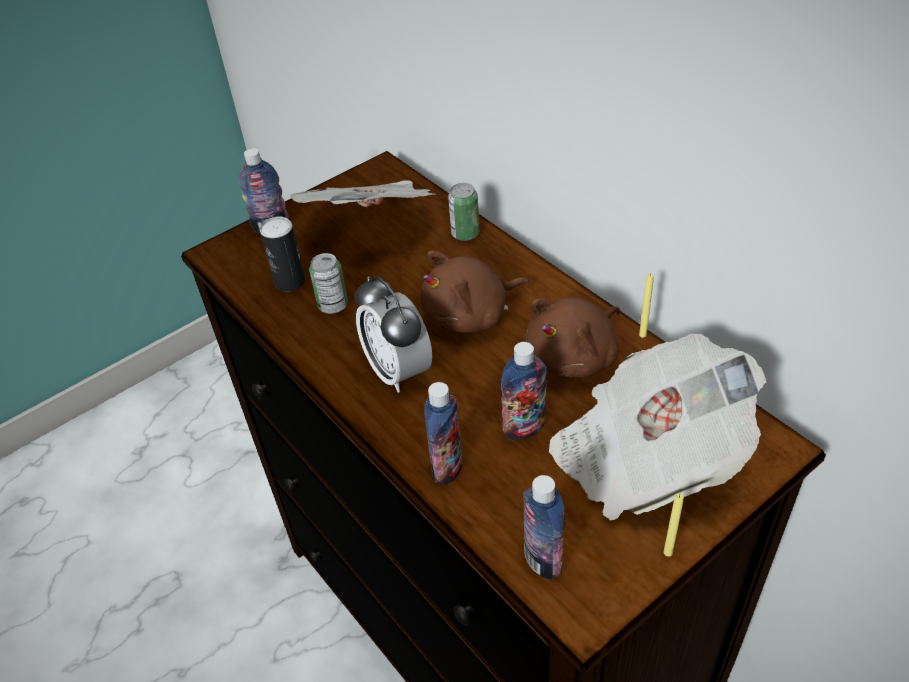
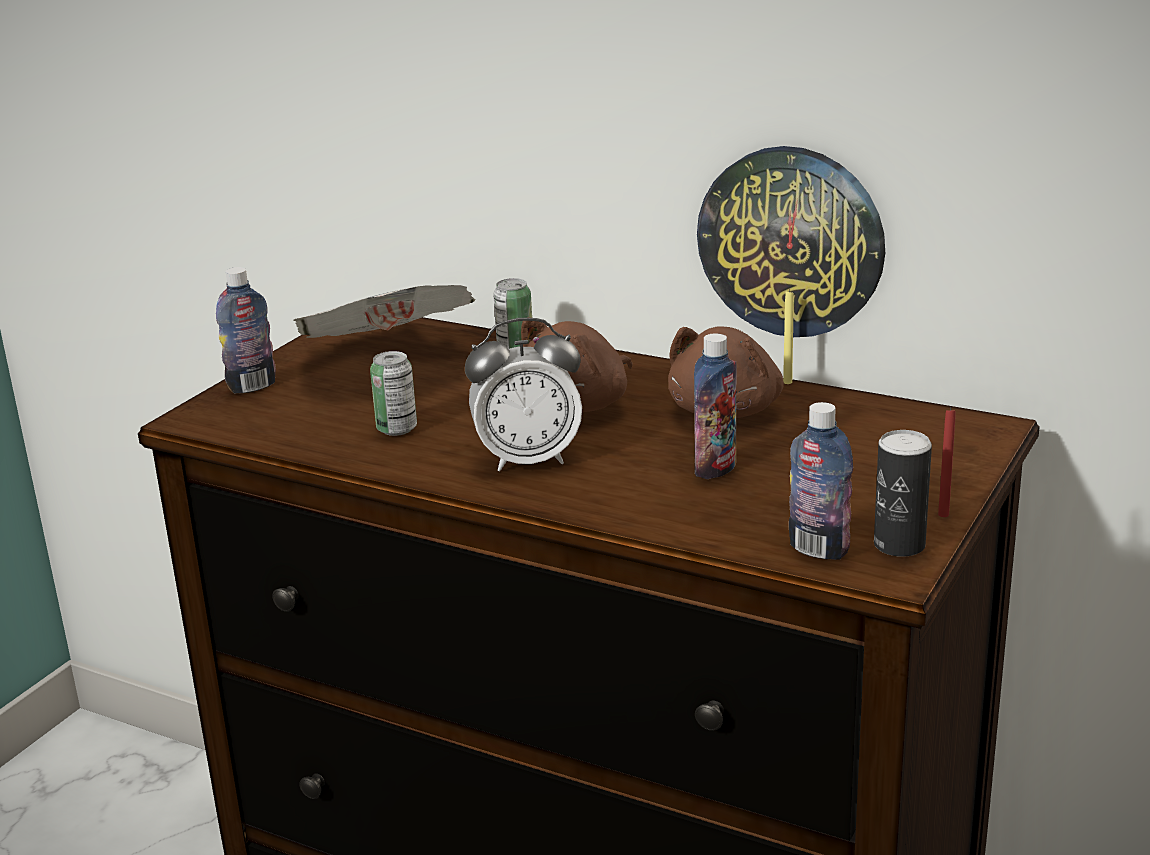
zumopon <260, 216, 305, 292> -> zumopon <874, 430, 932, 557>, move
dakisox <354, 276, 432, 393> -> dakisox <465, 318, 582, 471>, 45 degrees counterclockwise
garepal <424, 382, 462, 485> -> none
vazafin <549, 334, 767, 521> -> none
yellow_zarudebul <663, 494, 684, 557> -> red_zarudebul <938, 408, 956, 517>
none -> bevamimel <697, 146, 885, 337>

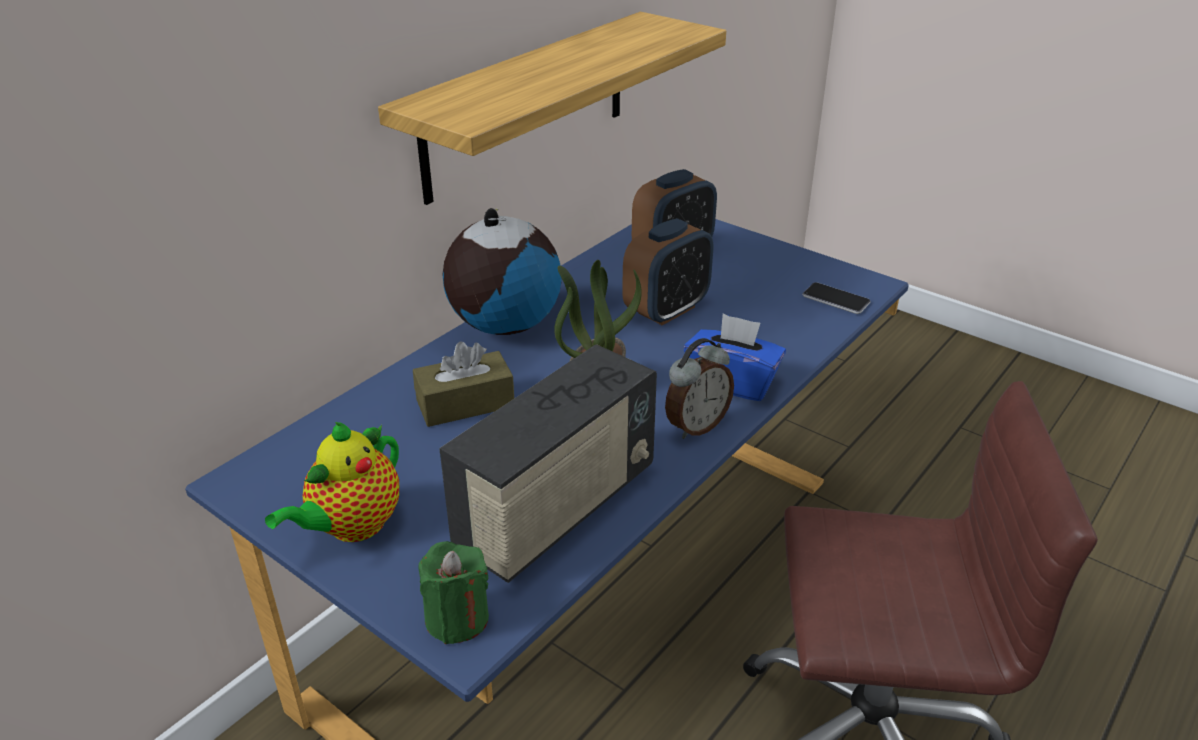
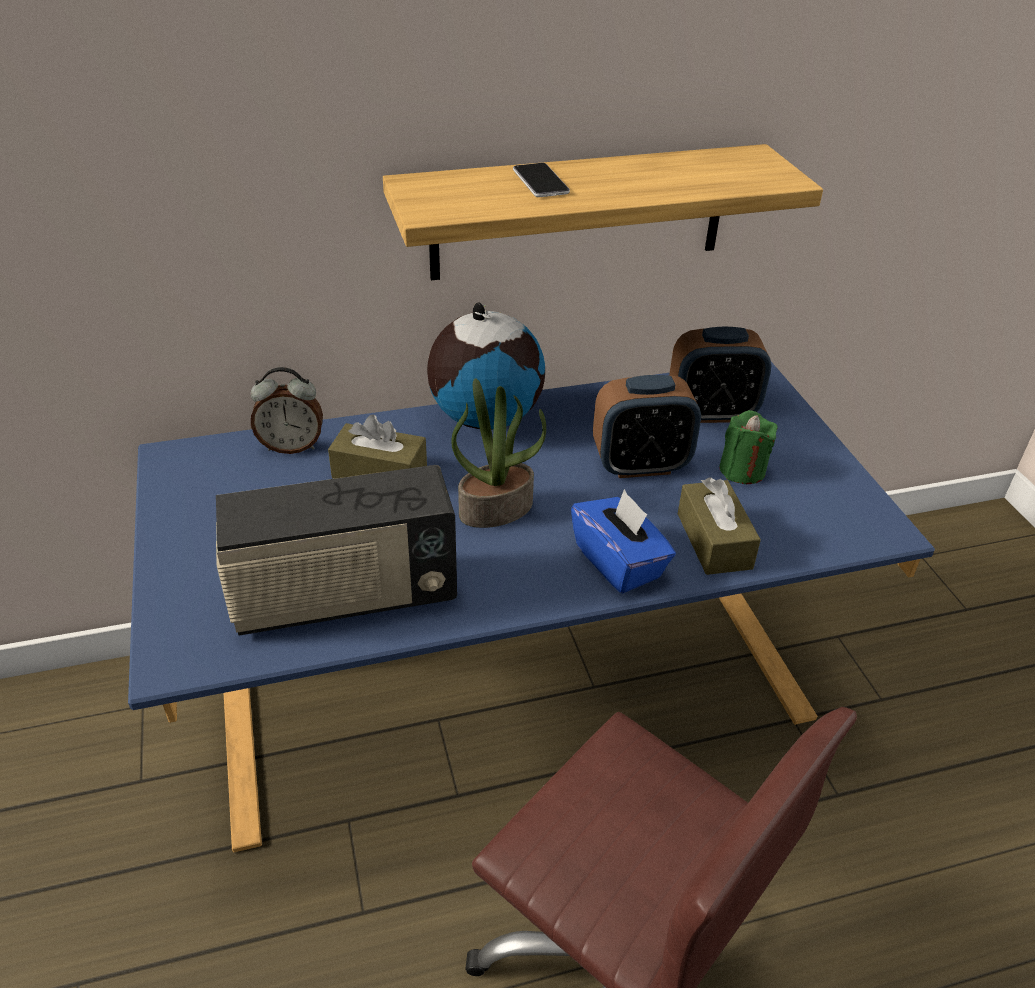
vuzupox <265, 422, 399, 542> -> none
green_zarudebul <418, 541, 489, 644> -> green_zarudebul <719, 410, 778, 484>, move
dakisox <665, 338, 734, 439> -> dakisox <251, 367, 323, 454>, move
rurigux <802, 282, 871, 314> -> rurigux <513, 163, 570, 197>, move
none -> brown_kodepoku <678, 478, 761, 575>

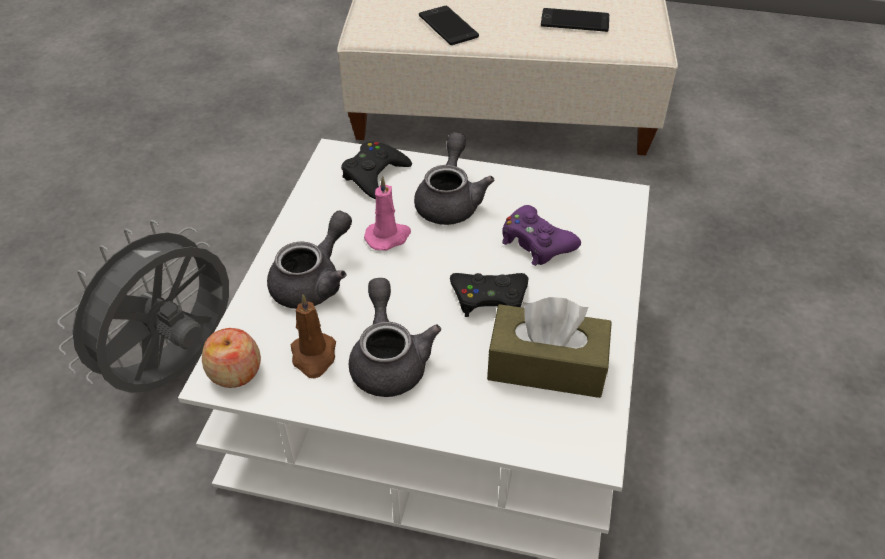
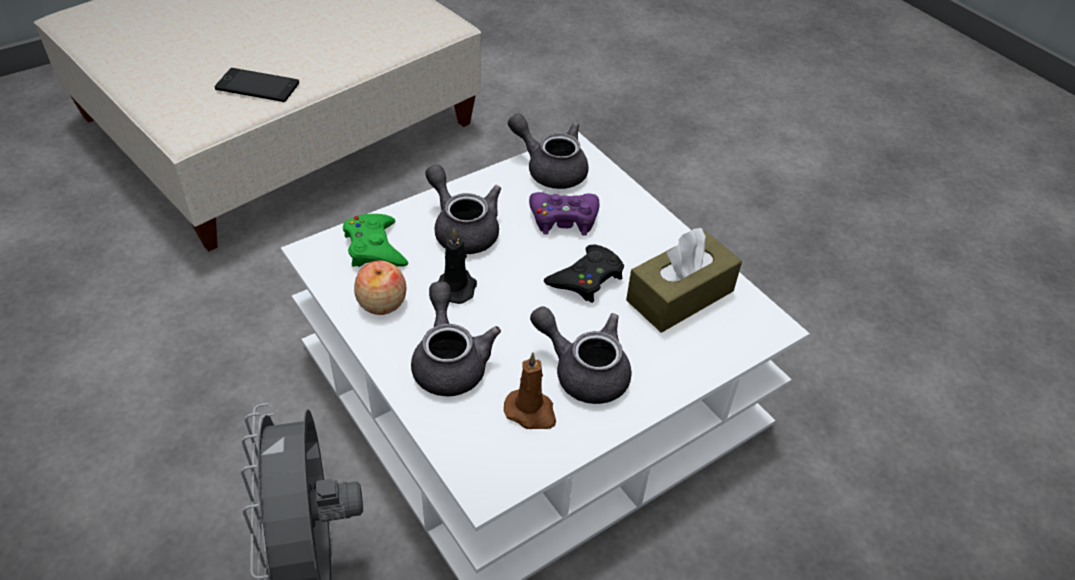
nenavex <202, 328, 261, 388> -> nenavex <354, 261, 406, 315>, move
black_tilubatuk <341, 142, 412, 199> -> green_tilubatuk <343, 214, 408, 267>
pink_zarudebul <364, 176, 411, 251> -> black_zarudebul <438, 229, 477, 304>
rurigux <541, 8, 609, 32> -> none
none -> grey_vuzupox <508, 114, 589, 189>

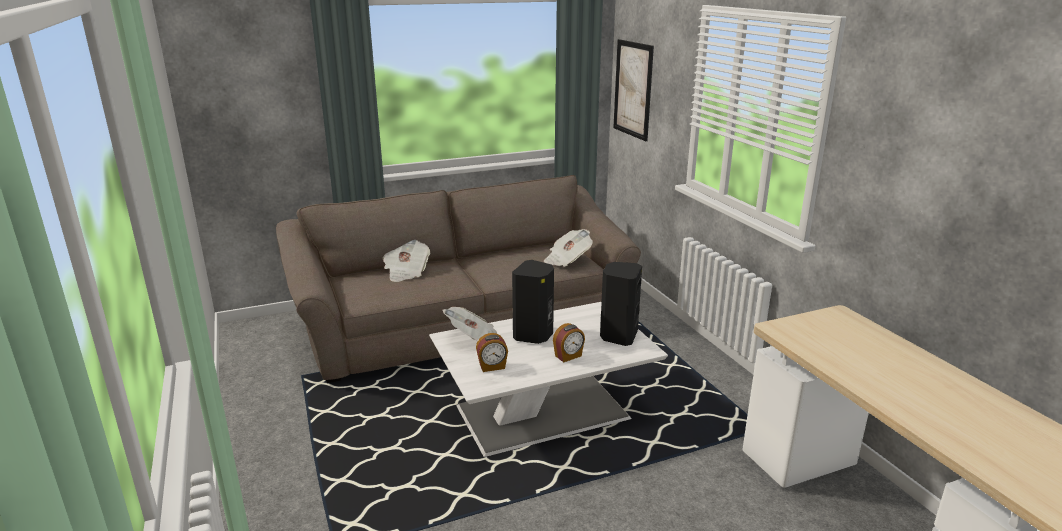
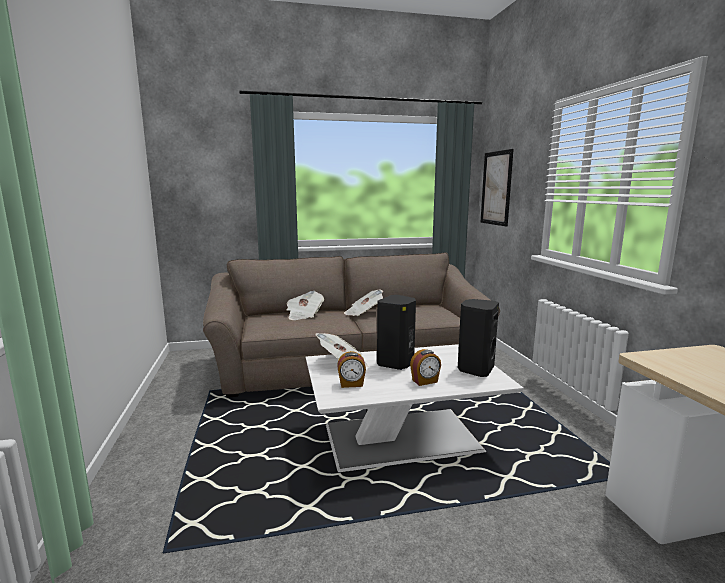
vazafin <544, 229, 593, 267> -> vazafin <344, 290, 383, 316>, move

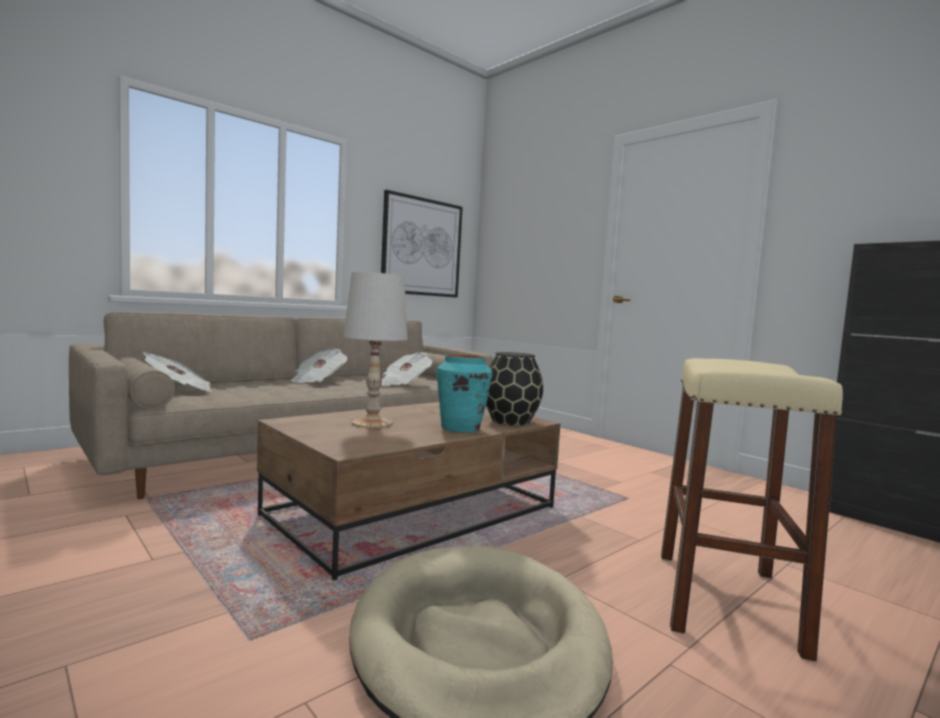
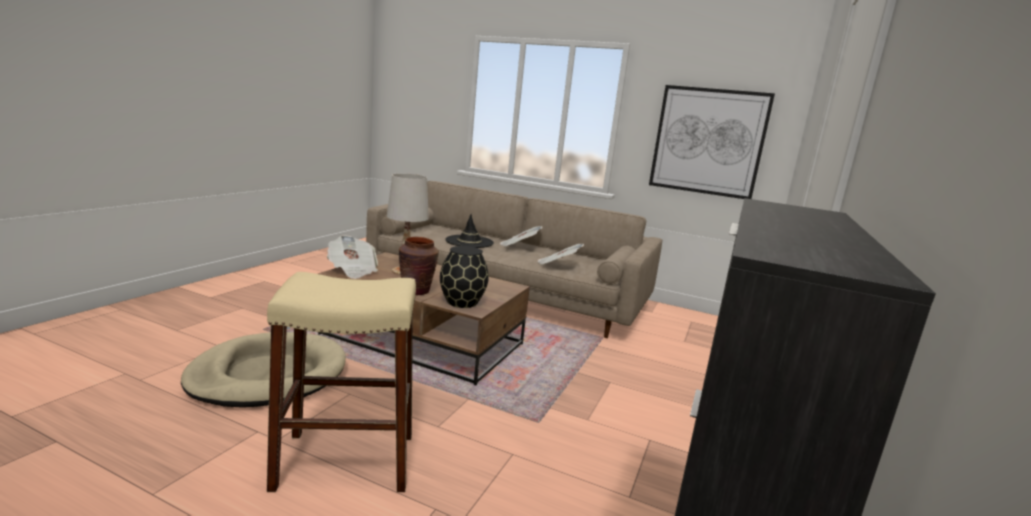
vazafin <142, 352, 212, 392> -> vazafin <327, 235, 378, 279>, move
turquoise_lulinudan <436, 354, 492, 433> -> brown_lulinudan <399, 237, 439, 295>
none -> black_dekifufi <445, 214, 494, 248>

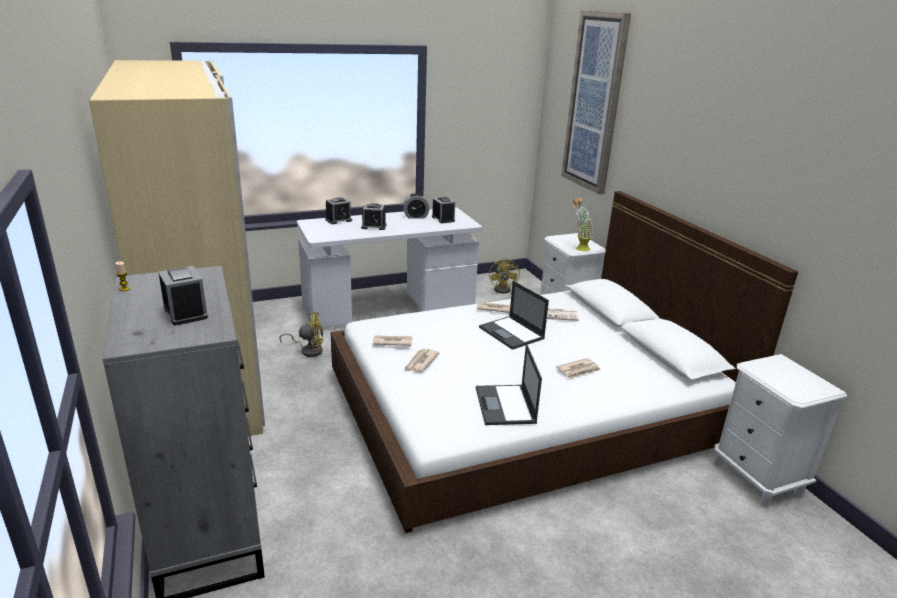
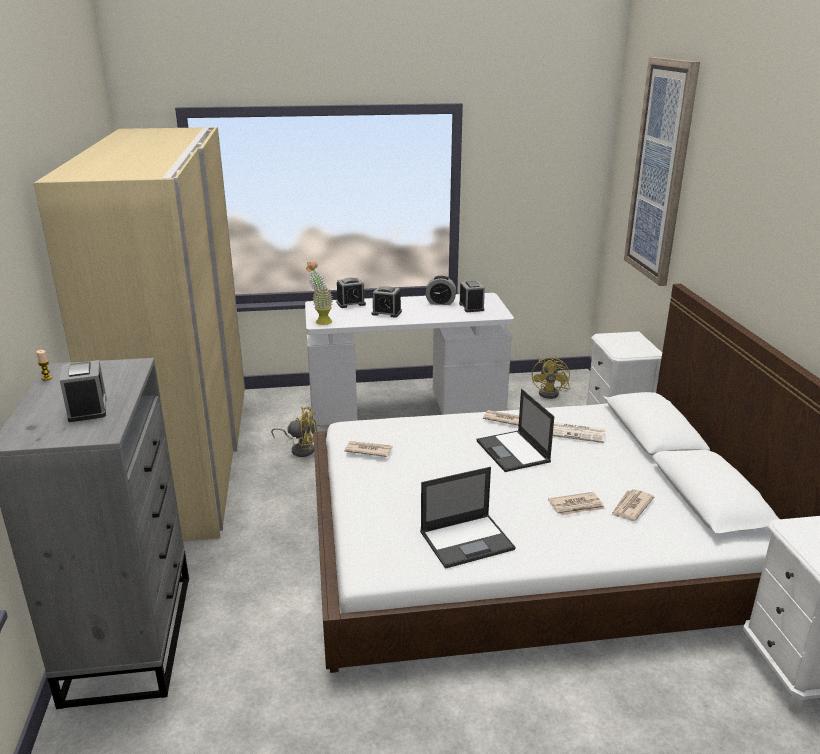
vazafin <404, 349, 439, 373> -> vazafin <611, 489, 654, 521>, move
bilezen <476, 344, 542, 425> -> bilezen <420, 467, 515, 569>, 120 degrees counterclockwise
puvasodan <573, 197, 595, 251> -> puvasodan <306, 261, 333, 325>, move

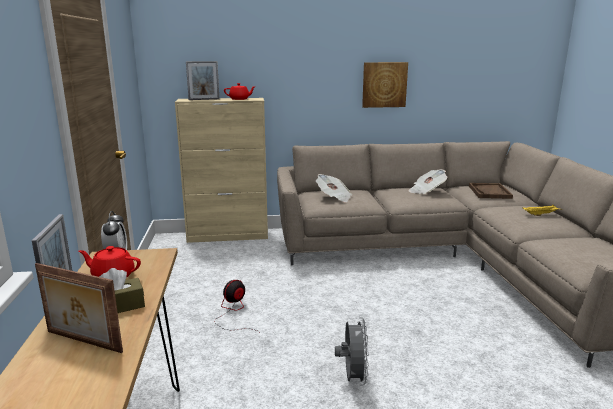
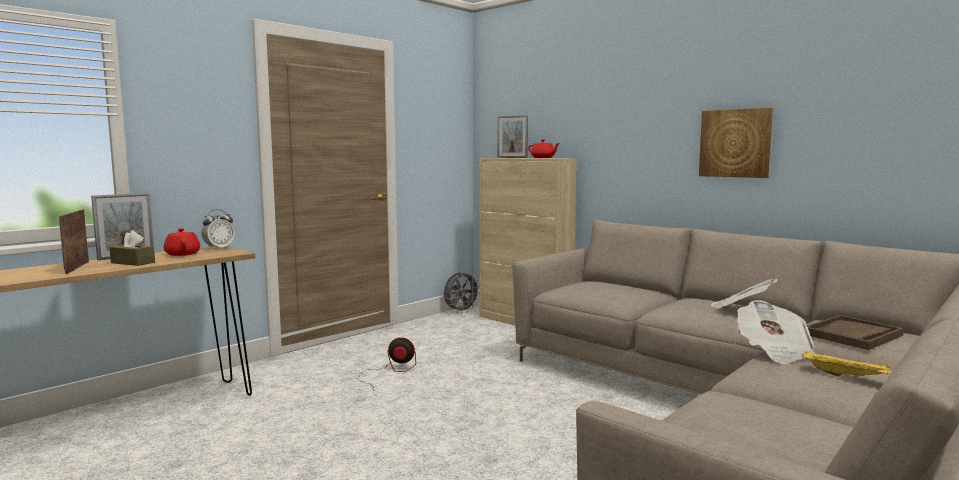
vazafin <316, 174, 352, 202> -> vazafin <737, 300, 816, 364>, move
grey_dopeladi <335, 317, 369, 385> -> grey_dopeladi <444, 271, 480, 313>, move

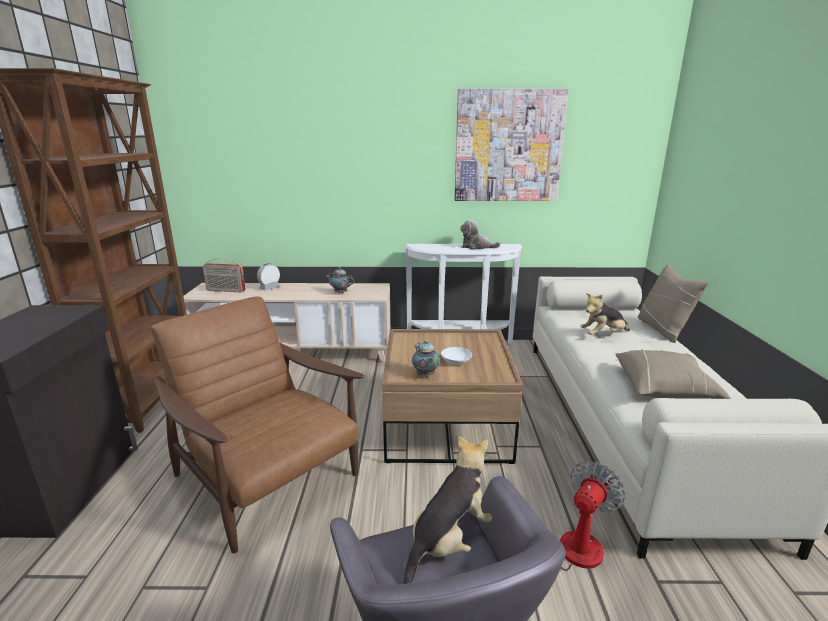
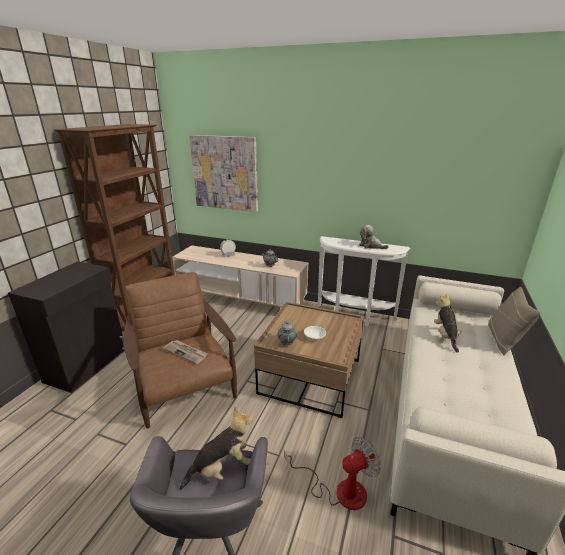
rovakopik <203, 258, 246, 292> -> none
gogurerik <454, 88, 569, 201> -> gogurerik <189, 135, 258, 212>, move
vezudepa <580, 293, 630, 335> -> vezudepa <434, 294, 462, 353>, 90 degrees clockwise
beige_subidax <616, 350, 731, 399> -> none
none -> vazafin <163, 340, 208, 364>

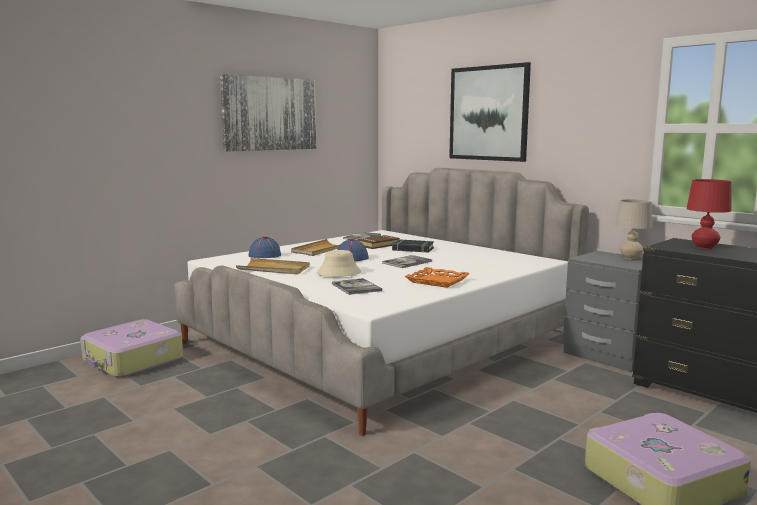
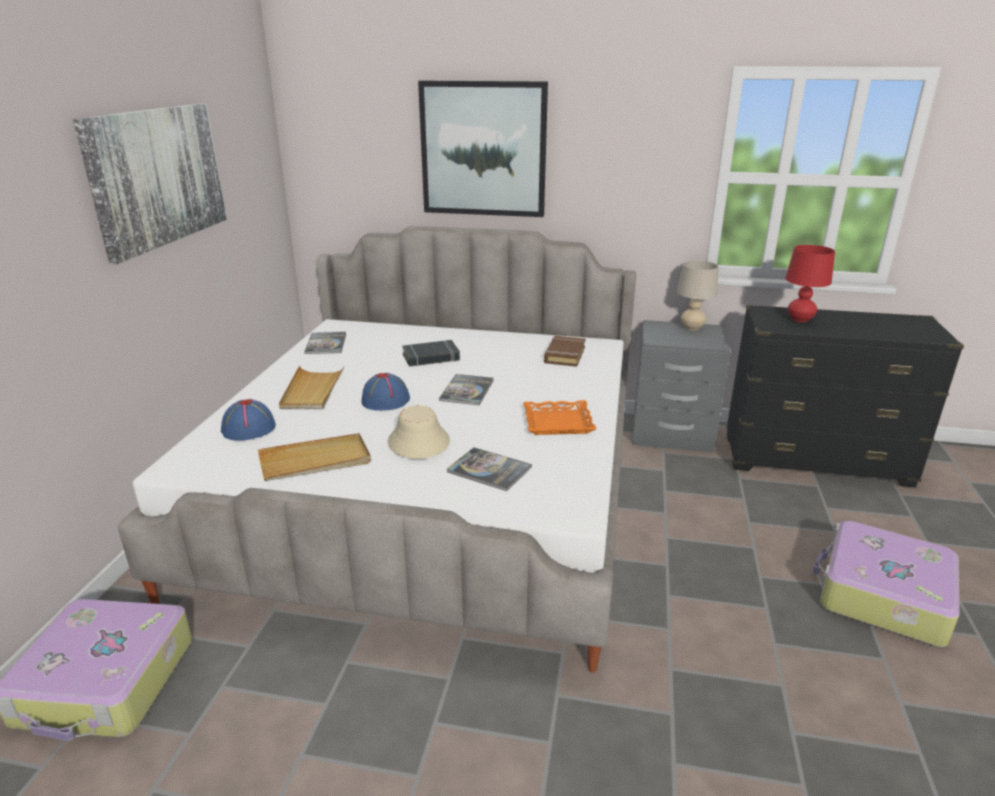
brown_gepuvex <358, 235, 400, 249> -> brown_gepuvex <544, 336, 585, 367>, move

